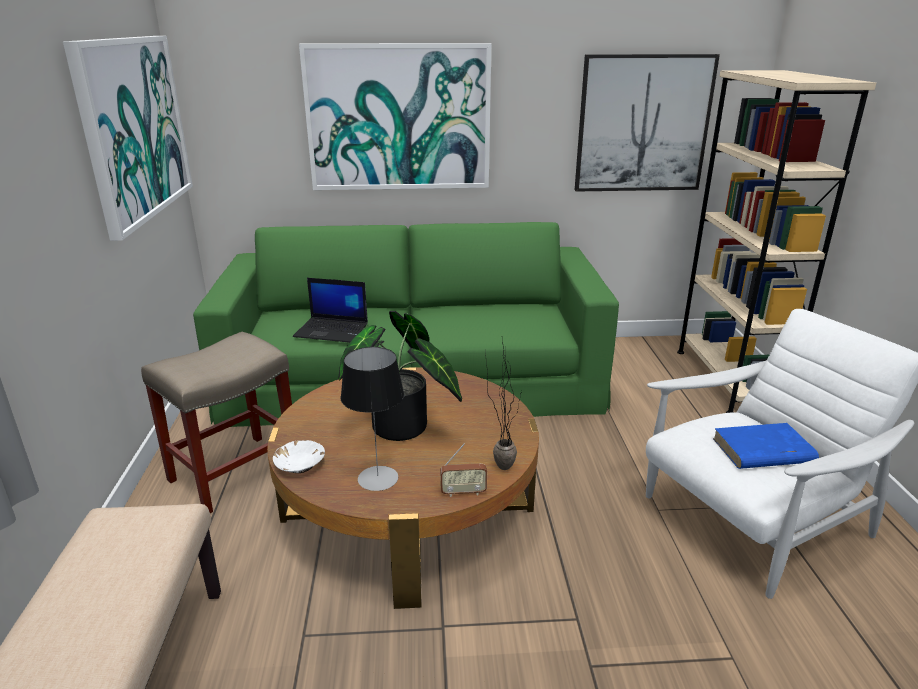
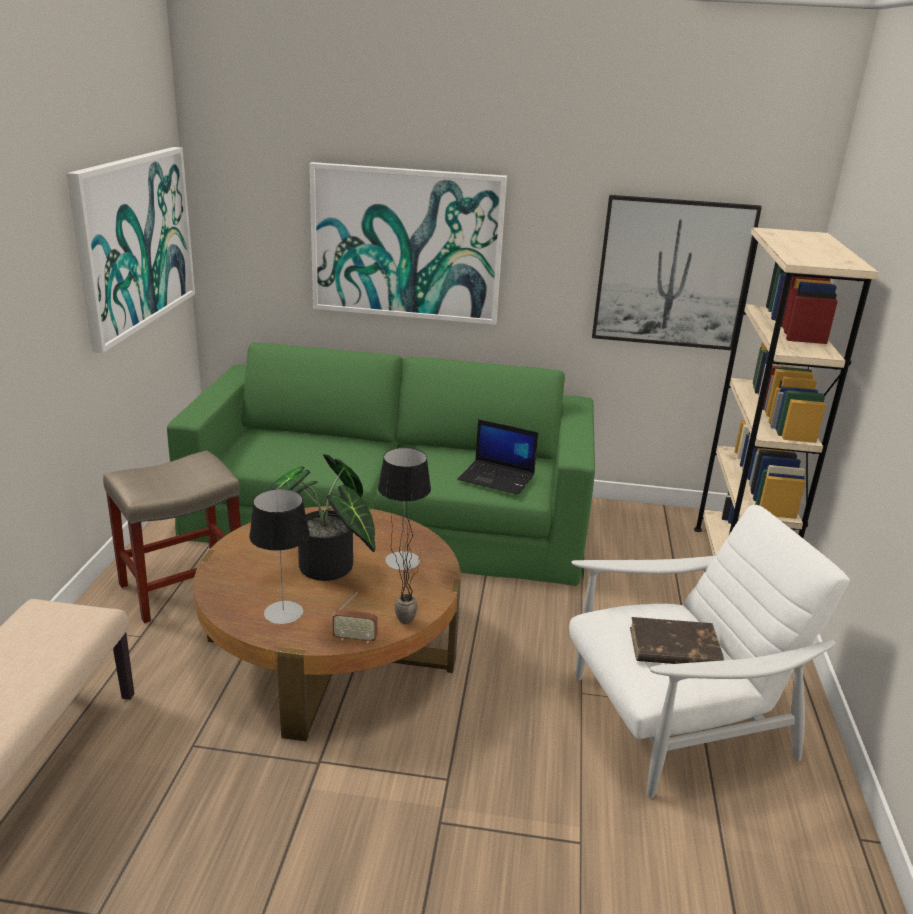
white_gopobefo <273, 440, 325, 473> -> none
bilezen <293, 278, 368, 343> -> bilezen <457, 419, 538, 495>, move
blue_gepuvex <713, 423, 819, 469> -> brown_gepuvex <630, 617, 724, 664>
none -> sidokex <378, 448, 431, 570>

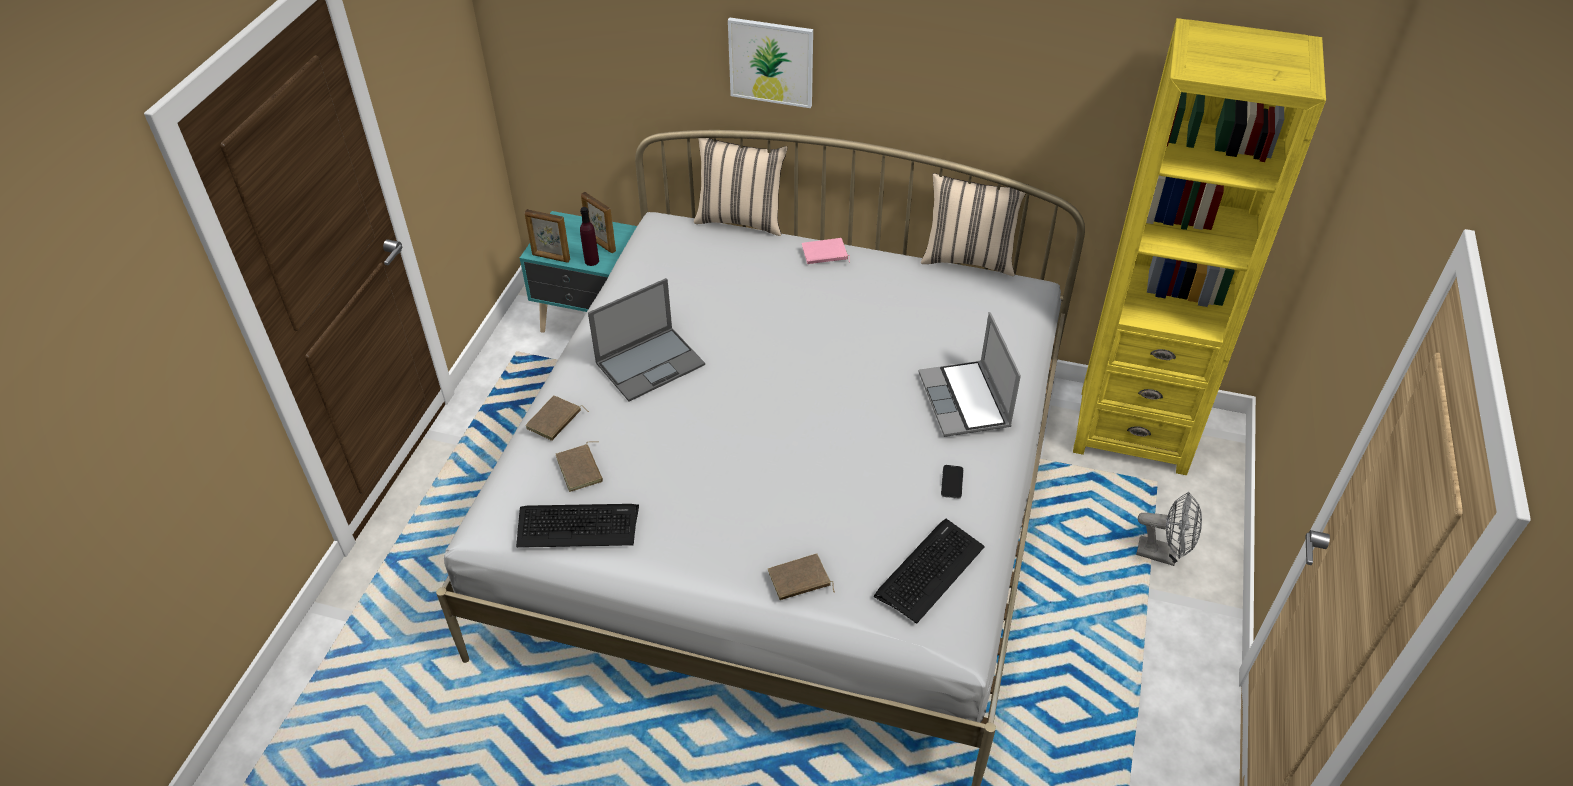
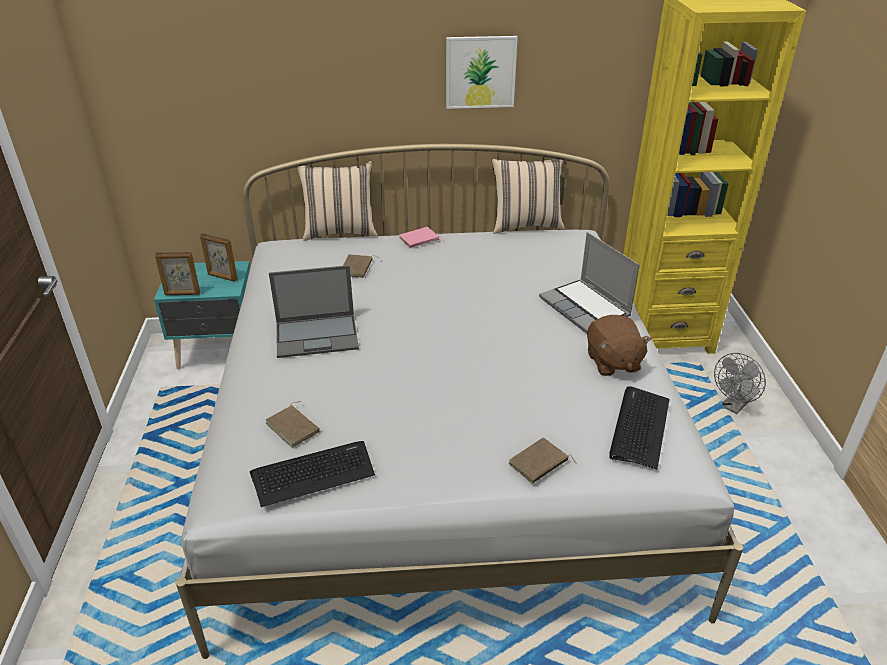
brown_gepuvex <526, 395, 589, 441> -> brown_gepuvex <343, 254, 379, 278>, move
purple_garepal <580, 207, 599, 266> -> none
bilezen <588, 278, 705, 401> -> bilezen <269, 265, 359, 358>, 45 degrees clockwise
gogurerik <728, 17, 813, 108> -> gogurerik <446, 36, 518, 109>, move
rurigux <941, 465, 963, 499> -> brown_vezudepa <587, 315, 652, 376>
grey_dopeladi <1136, 492, 1202, 566> -> grey_dopeladi <714, 353, 766, 414>, 135 degrees clockwise

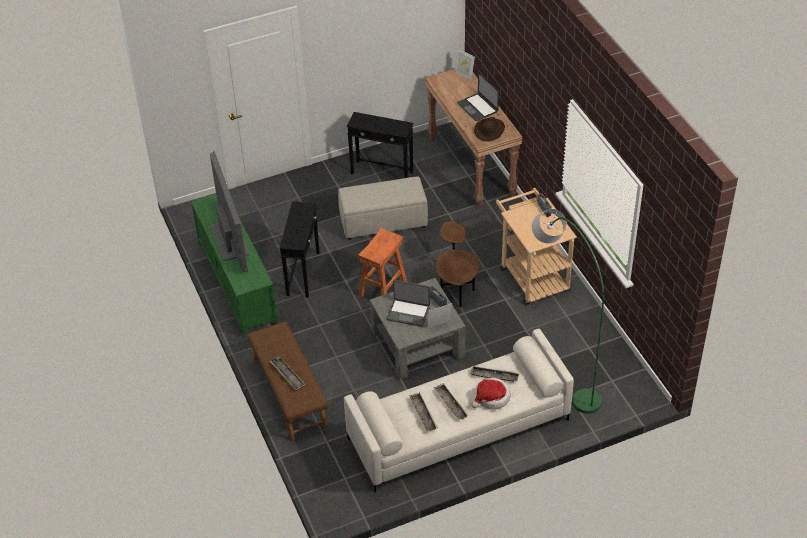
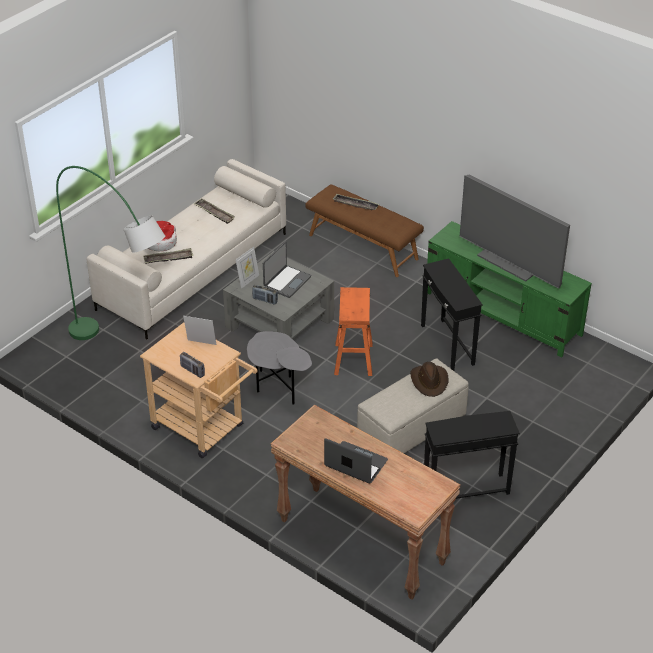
bilezen <387, 280, 430, 327> -> bilezen <263, 242, 311, 298>, 135 degrees clockwise
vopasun <434, 383, 469, 420> -> none
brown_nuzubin <435, 221, 480, 307> -> grey_nuzubin <247, 331, 312, 405>
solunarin <455, 48, 475, 81> -> solunarin <183, 316, 216, 345>, move
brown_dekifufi <474, 117, 505, 142> -> brown_dekifufi <410, 362, 448, 397>, move

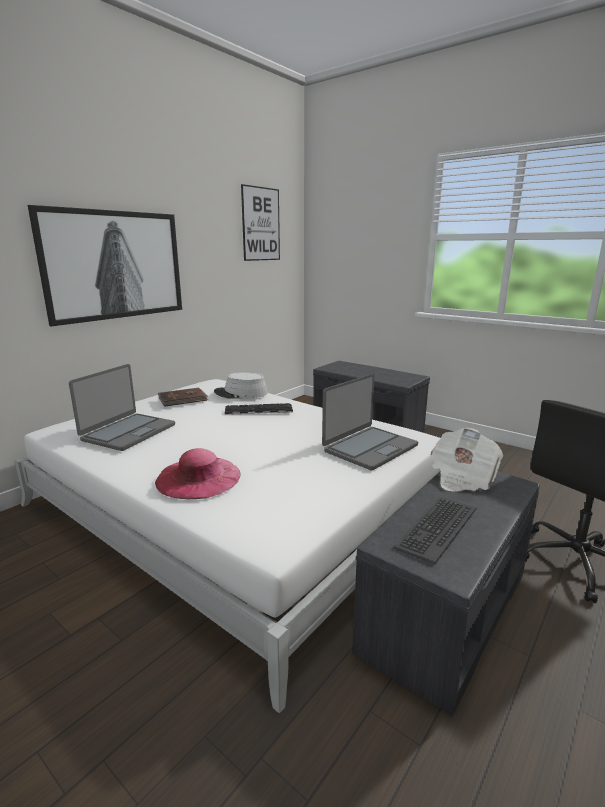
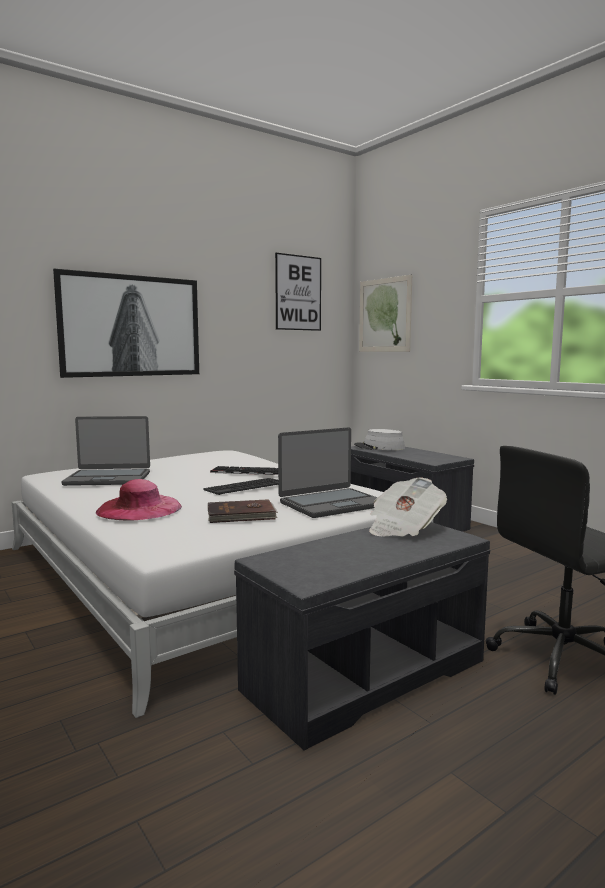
bilezen <69, 364, 175, 451> -> bilezen <62, 416, 150, 486>, 45 degrees clockwise
brown_gepuvex <158, 388, 208, 407> -> brown_gepuvex <208, 499, 278, 523>, move
grey_dekifufi <214, 372, 268, 399> -> grey_dekifufi <354, 429, 405, 450>, move
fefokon <393, 497, 476, 564> -> fefokon <203, 478, 278, 495>, move
none -> gogurerik <359, 275, 412, 352>

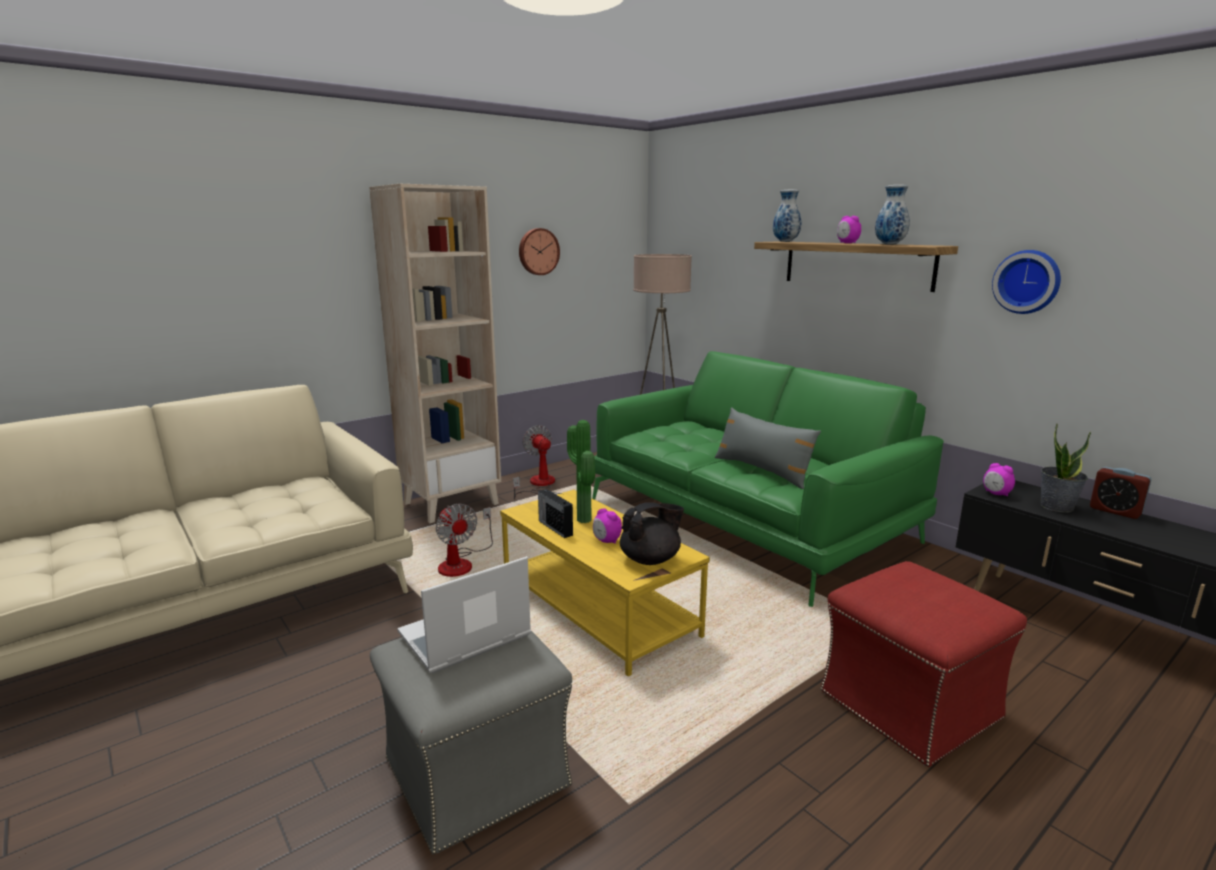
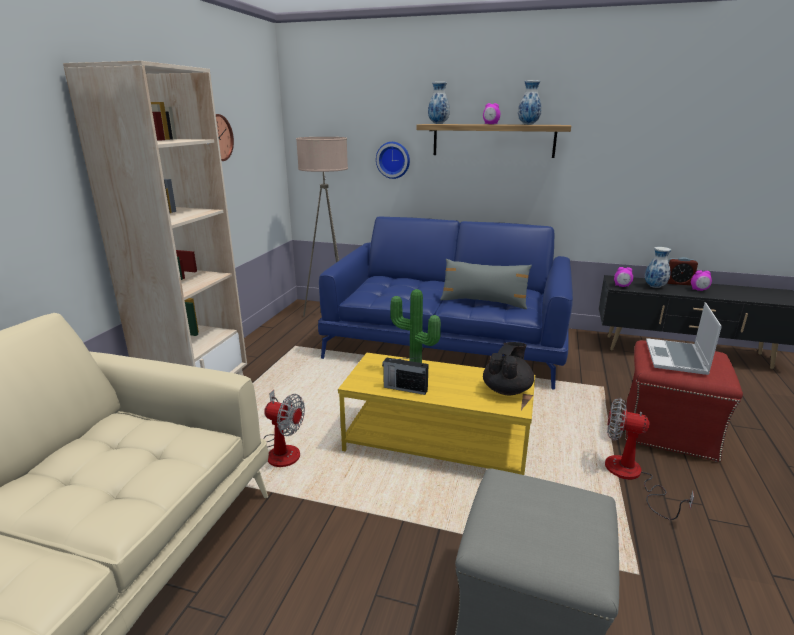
bilezen <397, 556, 531, 673> -> bilezen <646, 302, 722, 375>, move
dopeladi <513, 425, 555, 499> -> dopeladi <605, 398, 694, 520>, move
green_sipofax <592, 351, 944, 607> -> blue_sipofax <318, 217, 573, 390>
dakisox <593, 508, 622, 544> -> dakisox <691, 270, 712, 291>, move
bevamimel <992, 250, 1061, 314> -> bevamimel <376, 142, 410, 179>, move
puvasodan <1041, 424, 1091, 513> -> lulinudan <645, 247, 671, 288>

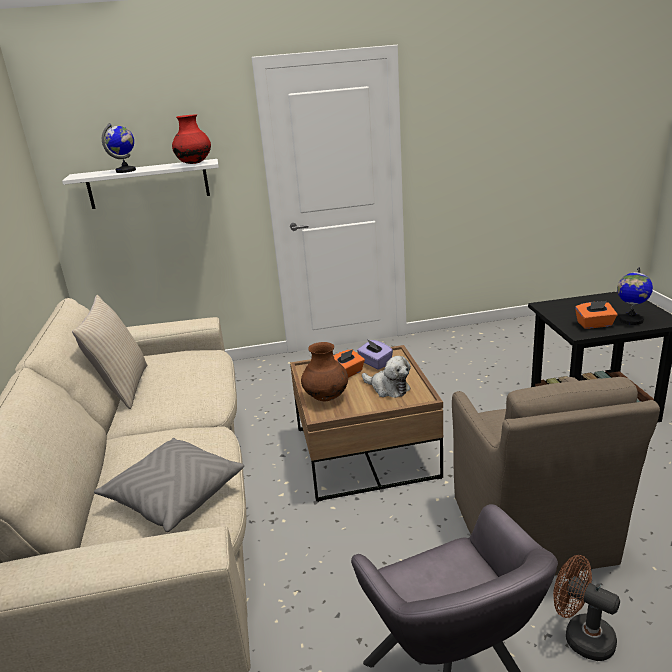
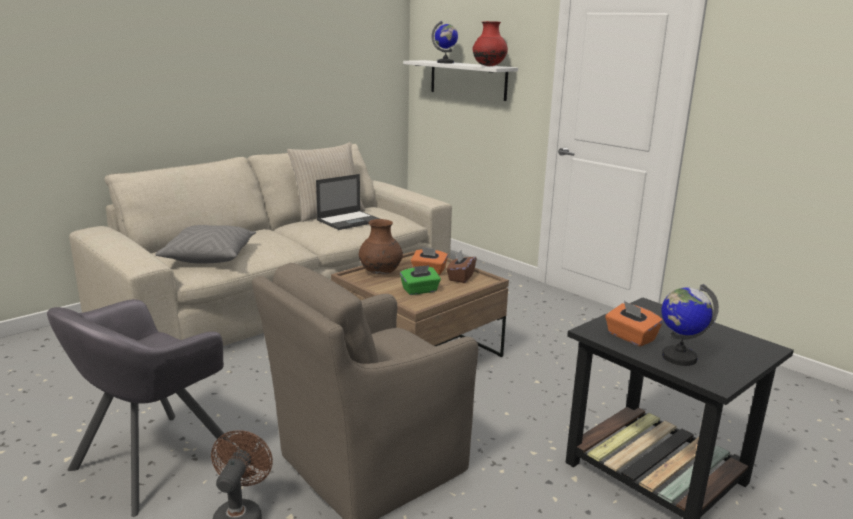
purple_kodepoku <357, 339, 393, 370> -> brown_kodepoku <446, 250, 476, 283>
vezudepa <362, 356, 411, 398> -> green_kodepoku <400, 265, 441, 295>
none -> bilezen <316, 174, 380, 230>

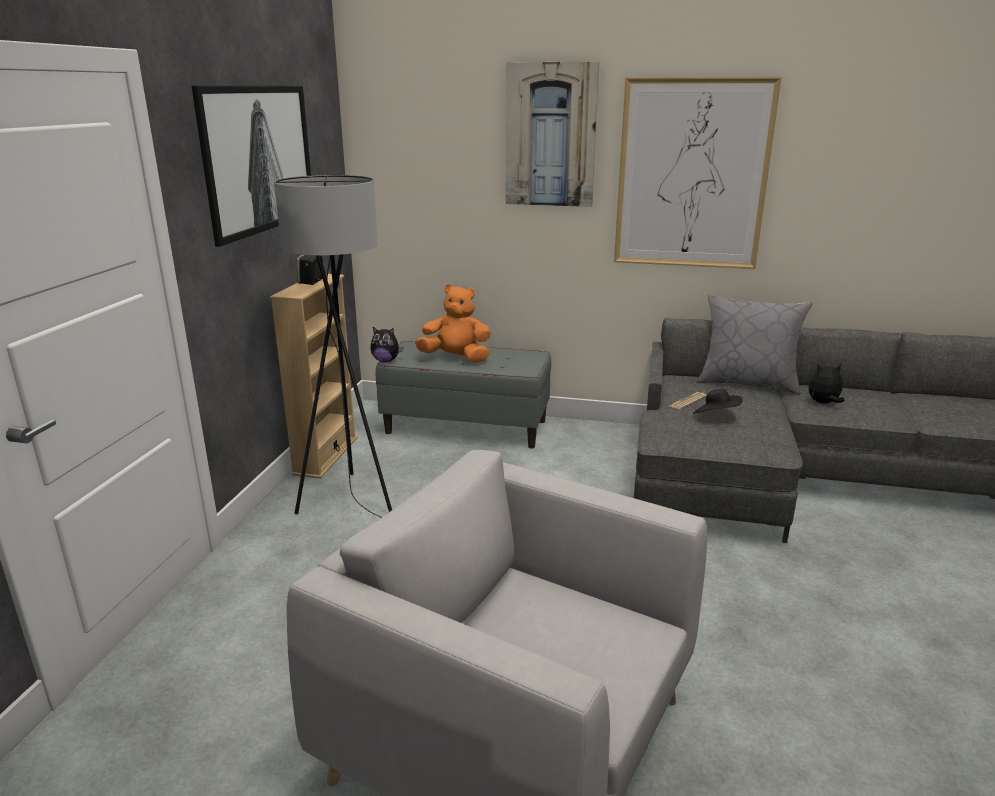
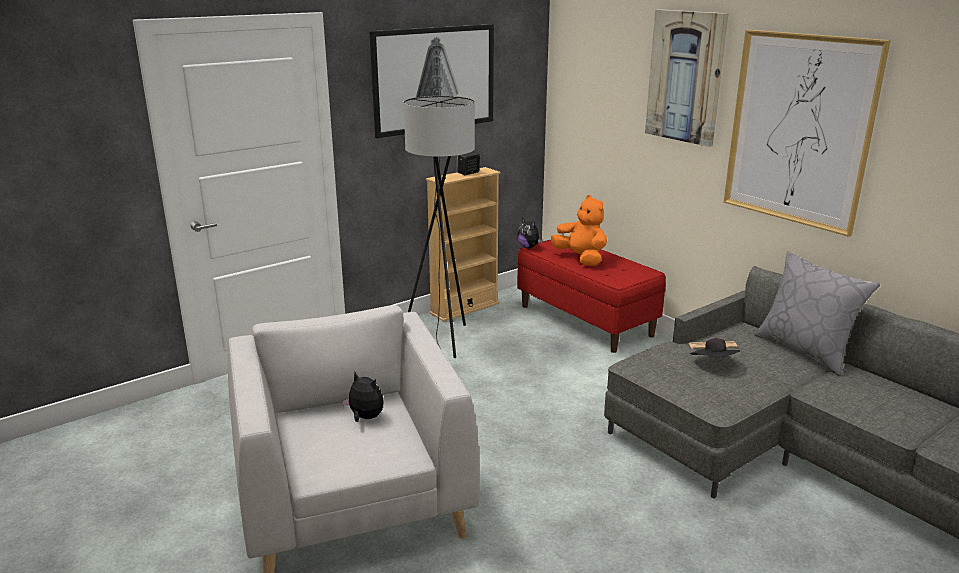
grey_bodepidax <376, 341, 551, 449> -> red_bodepidax <517, 240, 666, 353>
vezudepa <809, 363, 845, 404> -> vezudepa <342, 372, 384, 422>, move

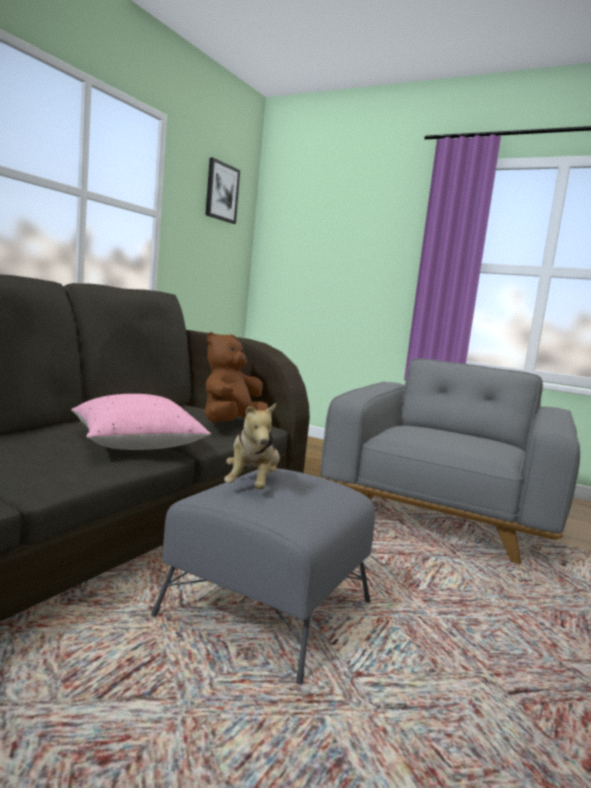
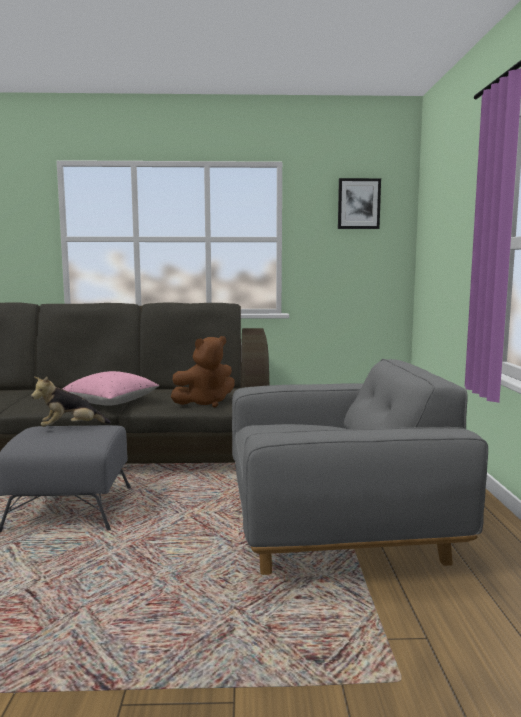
brown_vezudepa <204, 332, 268, 422> -> brown_vezudepa <171, 336, 235, 407>, 150 degrees clockwise

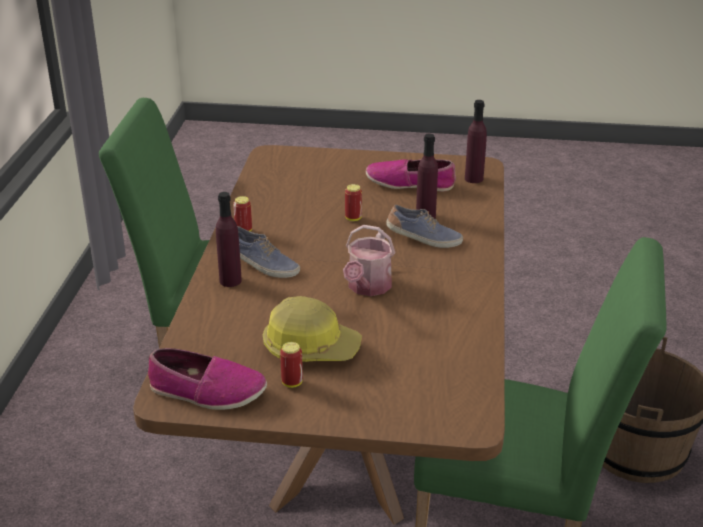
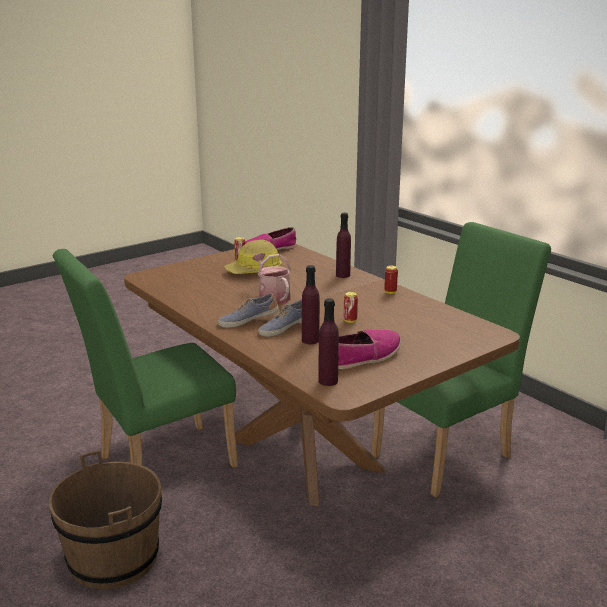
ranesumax <237, 226, 300, 278> -> ranesumax <218, 293, 279, 328>, move

